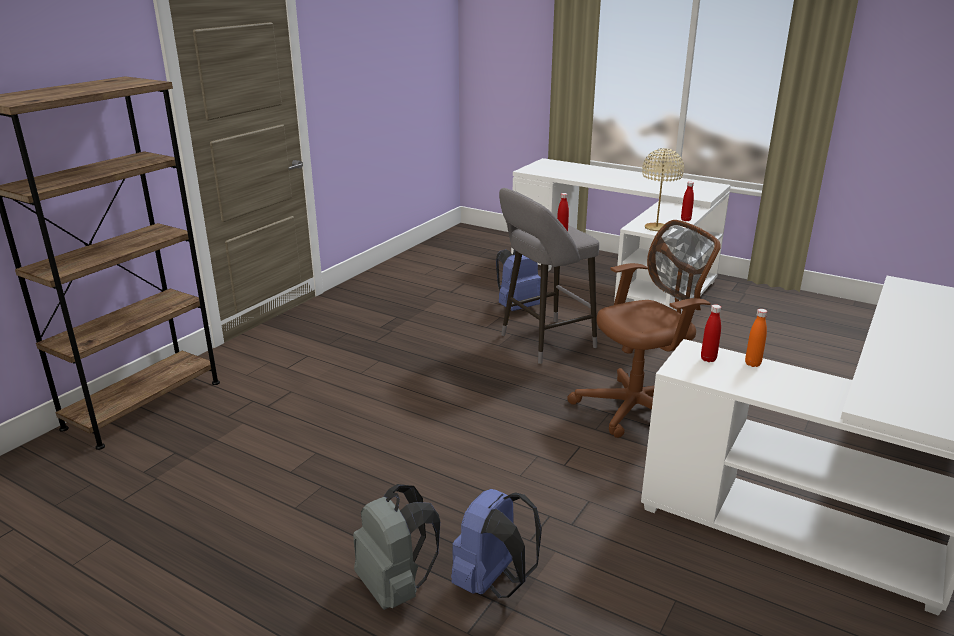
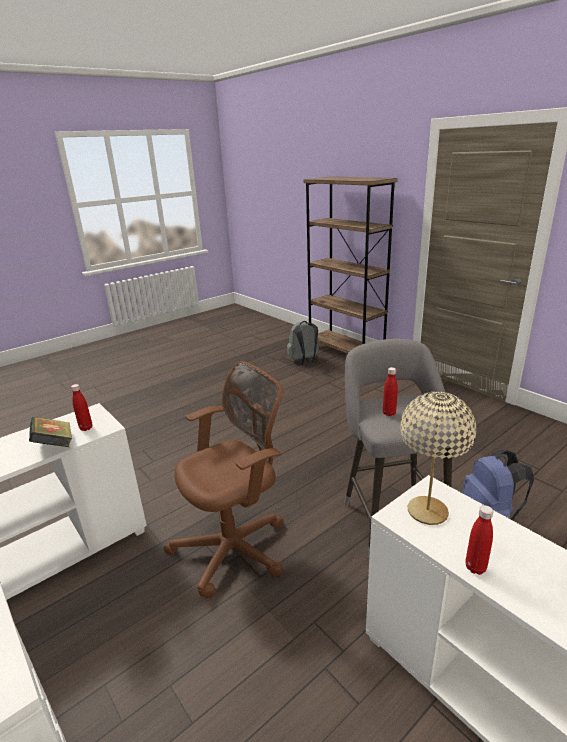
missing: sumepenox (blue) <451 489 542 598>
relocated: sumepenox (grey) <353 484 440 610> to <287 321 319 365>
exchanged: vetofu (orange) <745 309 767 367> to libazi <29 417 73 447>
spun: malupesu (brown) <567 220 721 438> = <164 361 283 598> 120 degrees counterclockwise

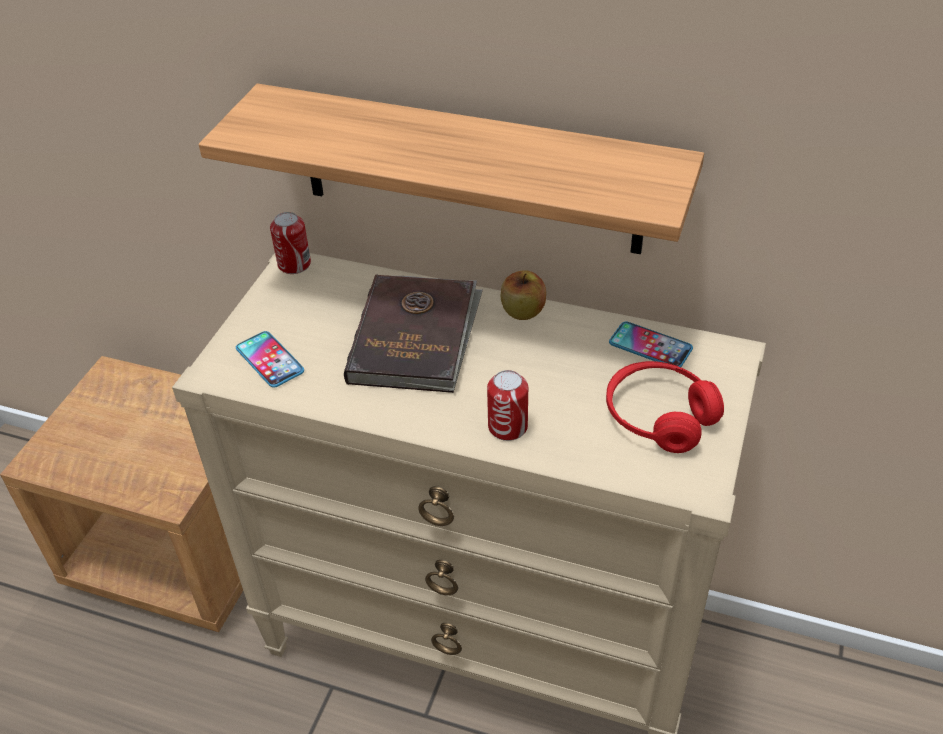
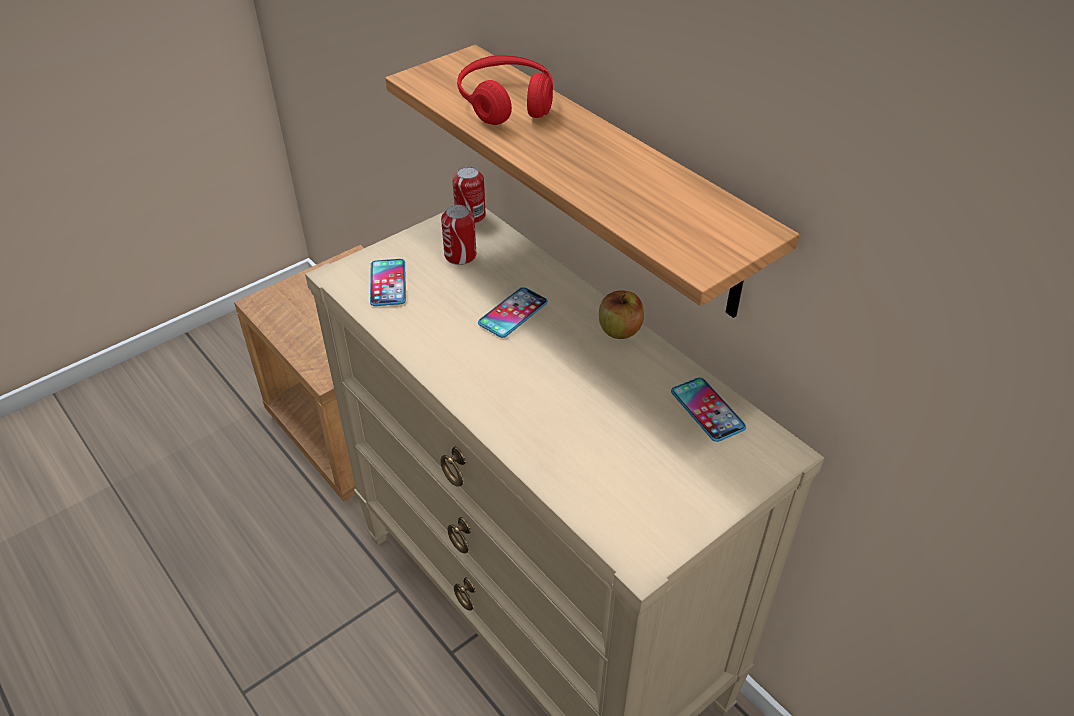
relocated: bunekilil <487 370 528 441> to <441 205 476 265>; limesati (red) <606 361 724 453> to <457 55 553 125>
exchanged: libazi (brown) <344 275 483 393> to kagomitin <478 287 548 338>

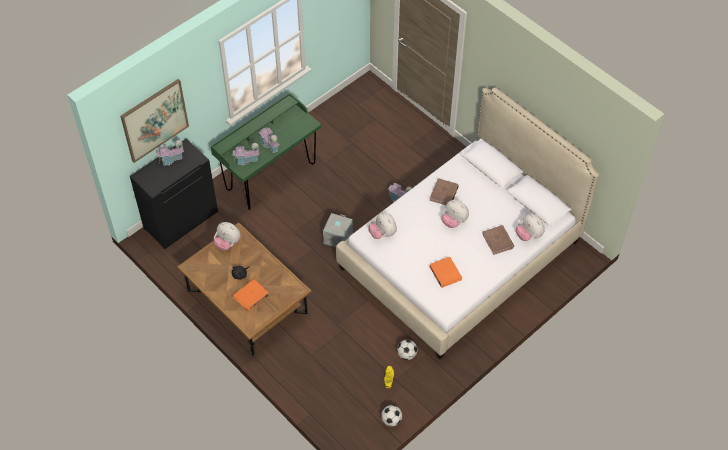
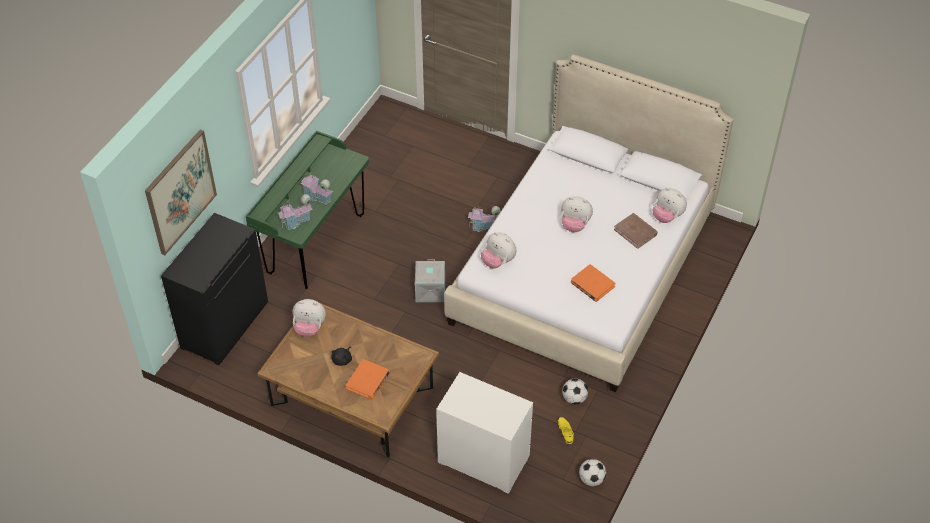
missing: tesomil <156 140 184 166>; libazi (brown) <430 178 459 205>
appeared: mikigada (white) <436 372 533 494>

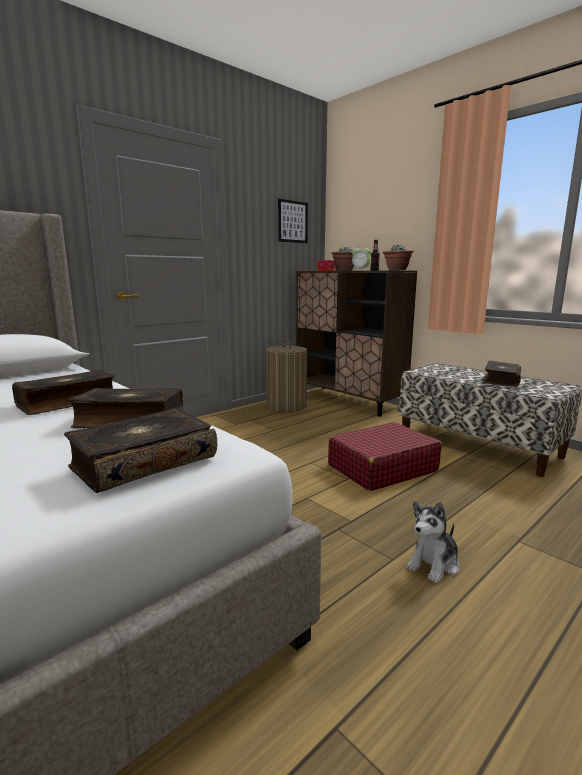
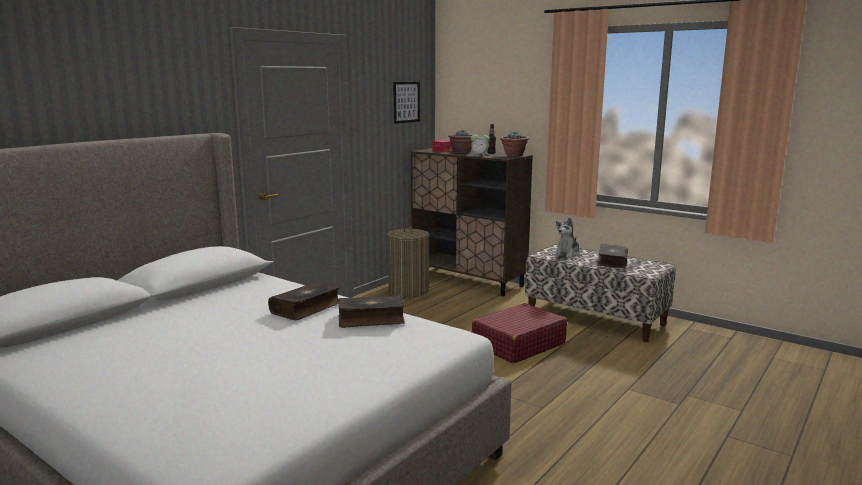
missing: libazi <64 407 217 493>
relocated: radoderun <406 501 459 583> to <554 218 580 258>

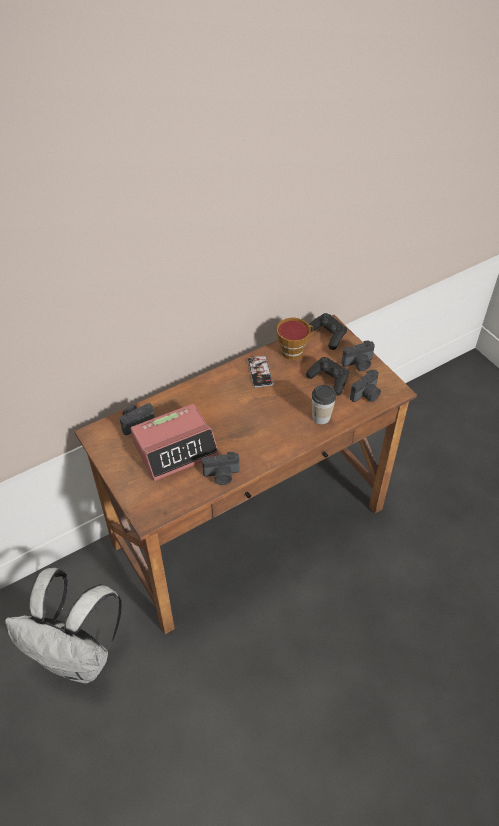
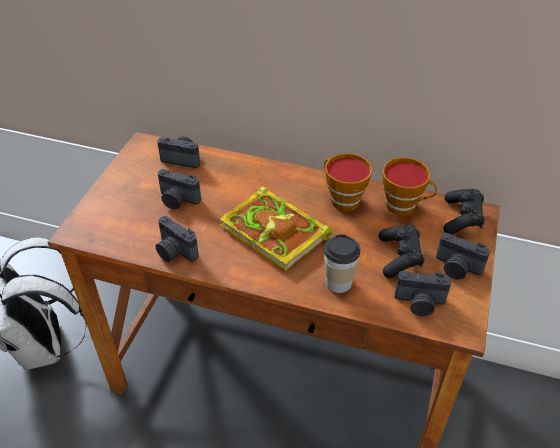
appeared: libazi <220 186 333 271>
exchanged: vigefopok <131 404 219 481> to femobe <158 169 201 210>; kagomitin <248 356 273 388> to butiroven <324 153 373 211>

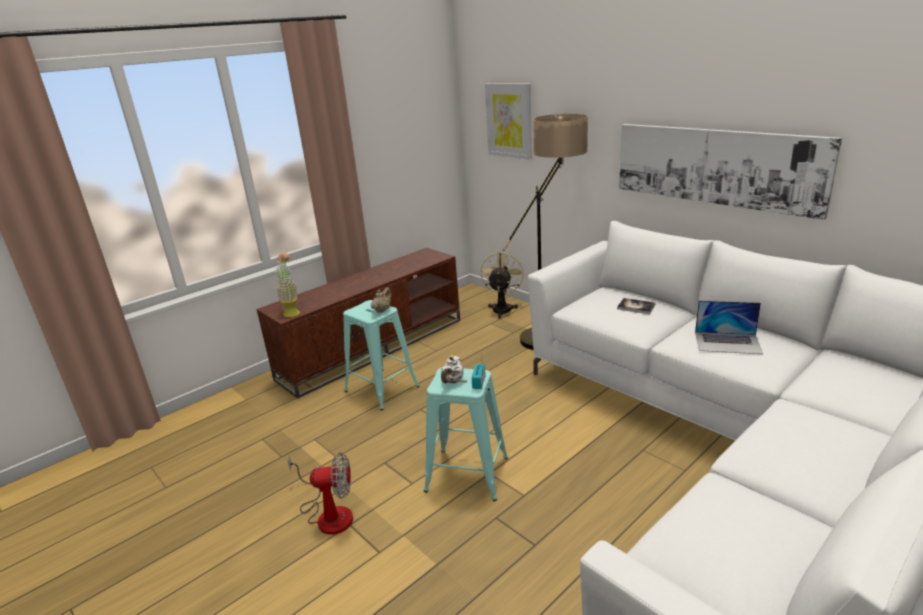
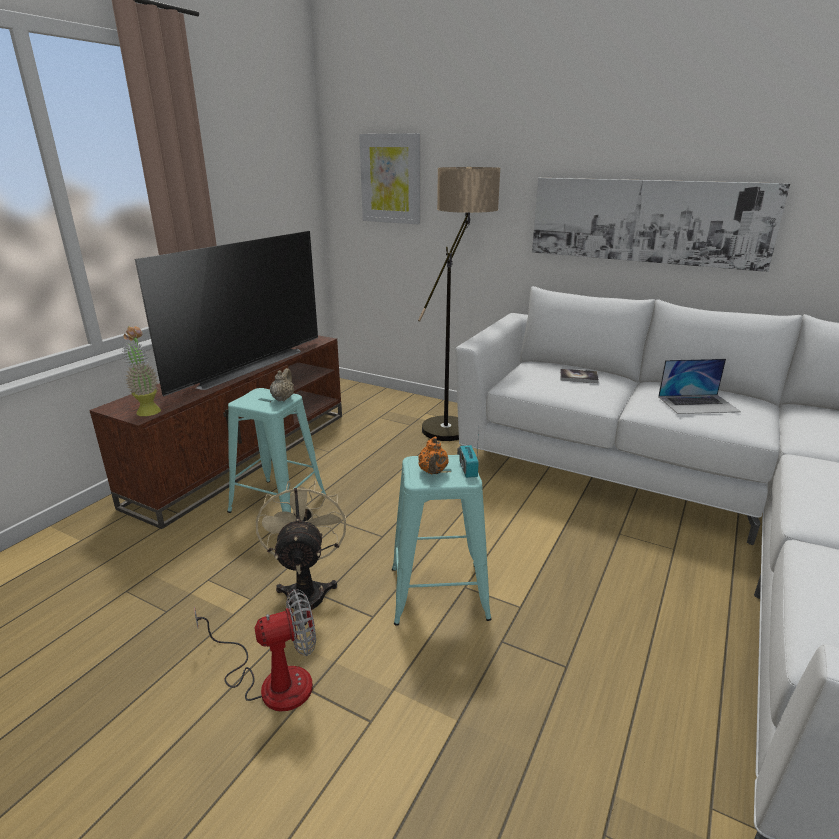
appeared: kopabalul <135 231 318 396>
relocated: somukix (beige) <481 251 524 318> to <256 481 346 625>
colour: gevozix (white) <441 355 464 384> to gevozix (orange) <418 437 449 474>

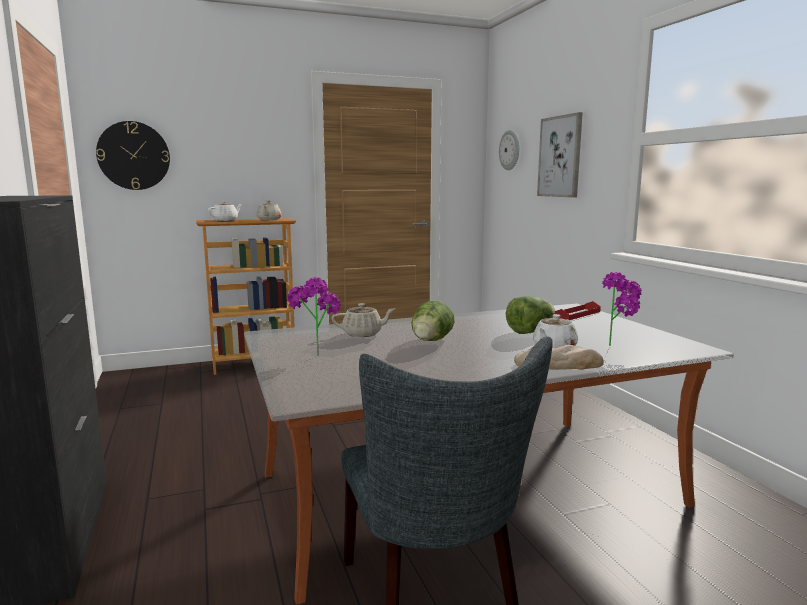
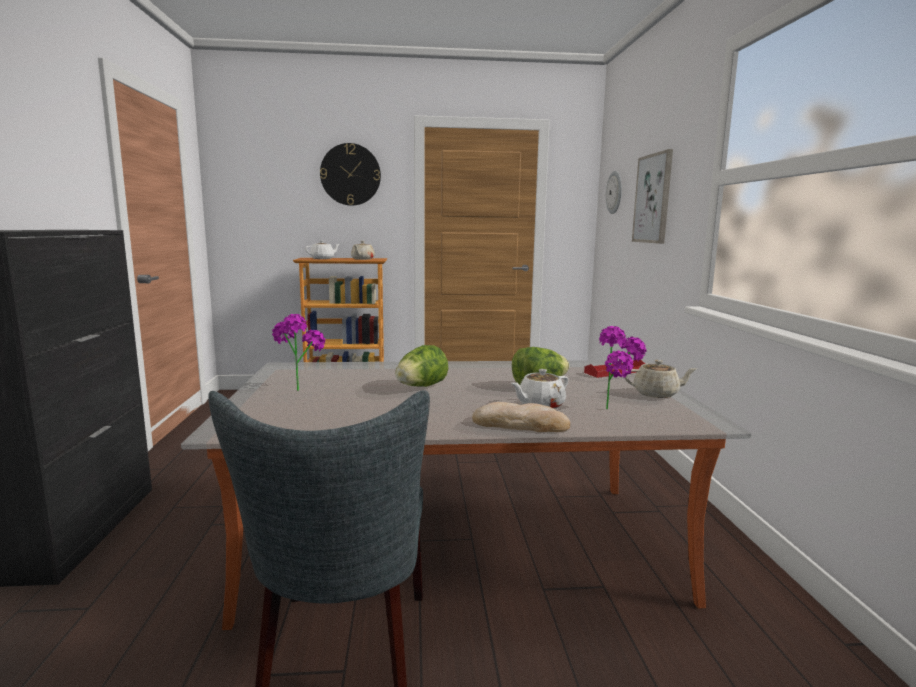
relocated: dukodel <96 121 170 190> to <320 143 381 206>; gevozix (beige) <332 303 394 337> to <624 360 697 398>

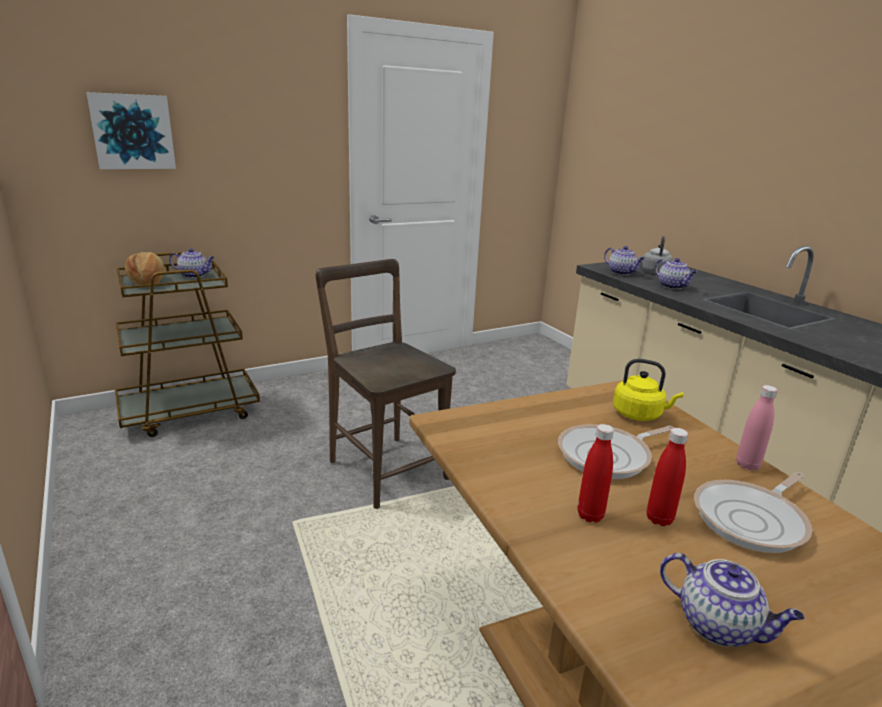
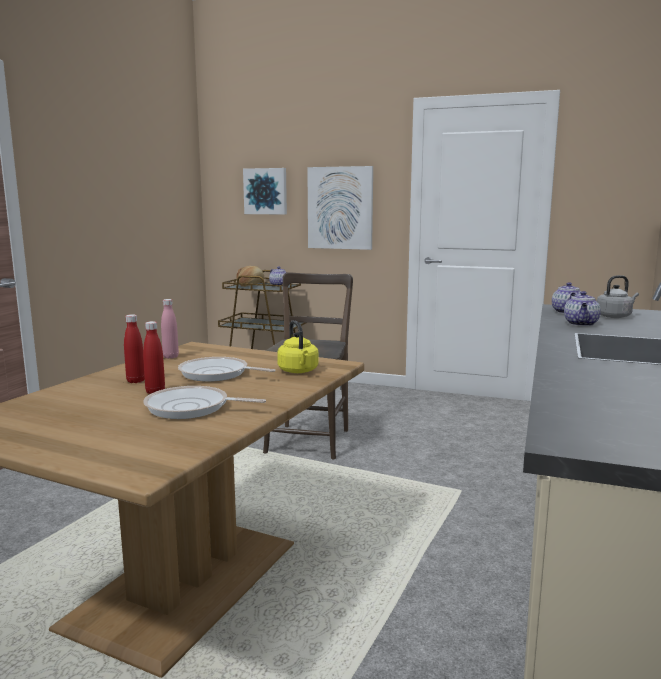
missing: gevozix <660 553 805 647>
appeared: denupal <307 166 373 250>
relocated: vetofu (pink) <736 385 778 471> to <161 299 179 359>

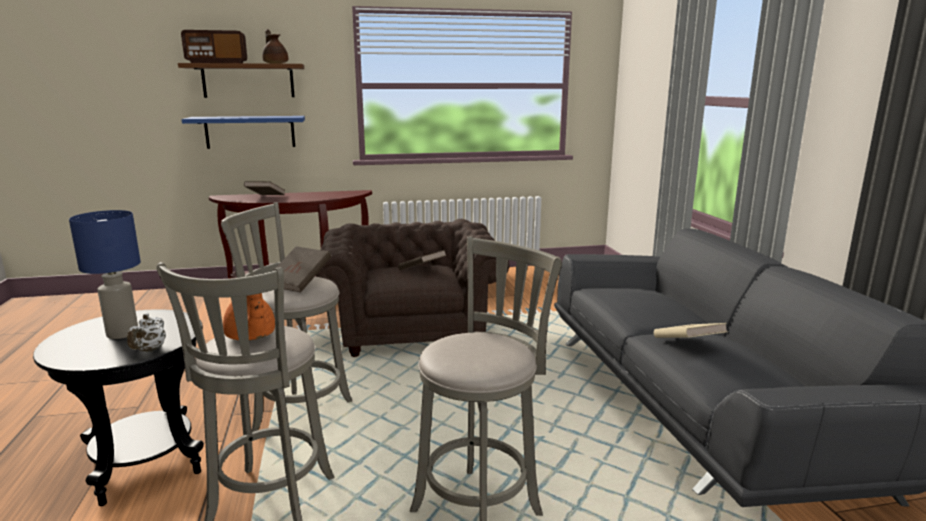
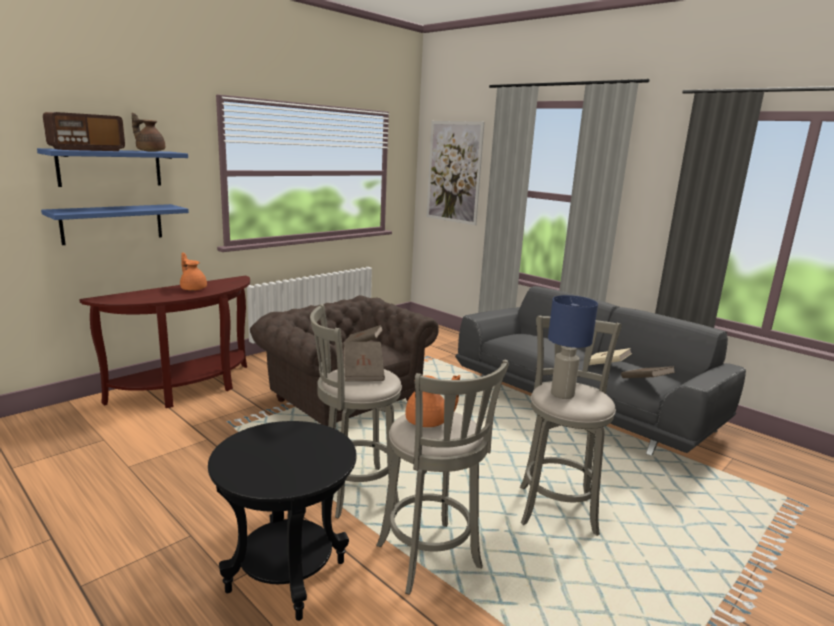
missing: gevozix (white) <127 313 166 352>
appeared: gevozix (orange) <180 253 207 291>; denupal <427 121 485 225>
relocated: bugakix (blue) <69 210 141 339> to <548 295 598 399>; libazi (brown) <244 181 285 195> to <621 366 676 378>
colour: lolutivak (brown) <178 63 304 98> to lolutivak (blue) <37 148 188 187>

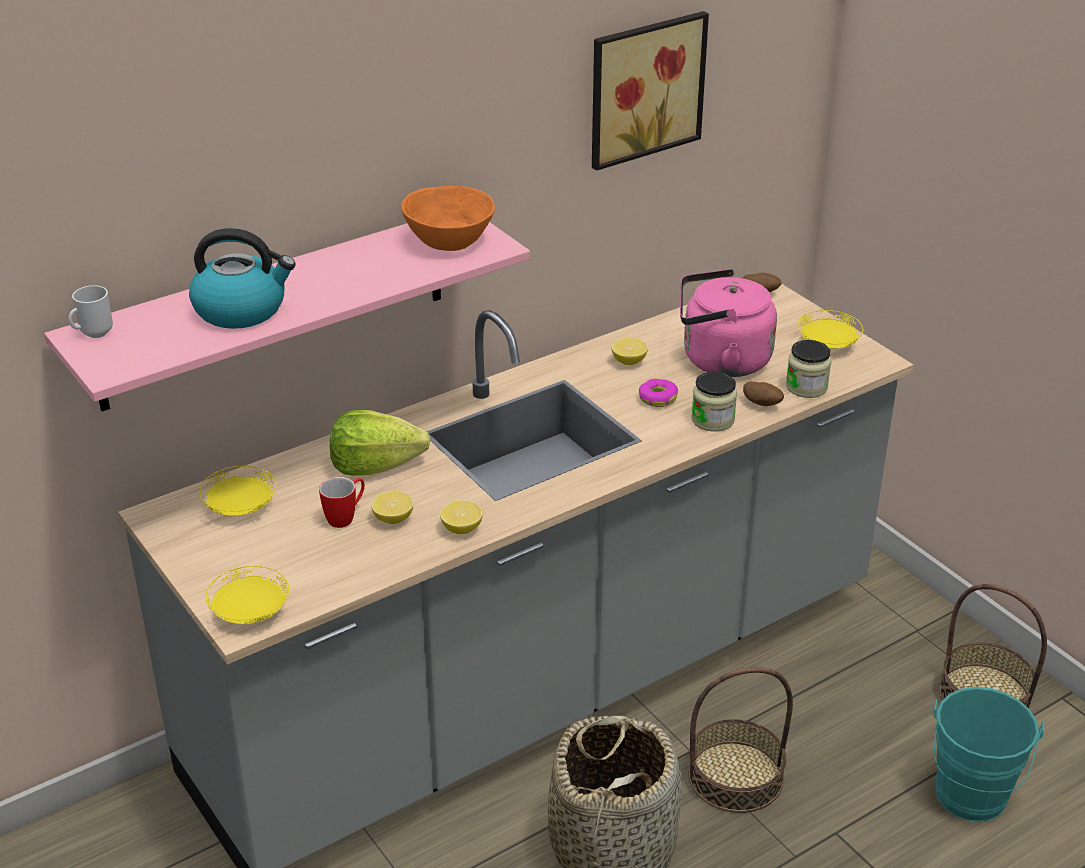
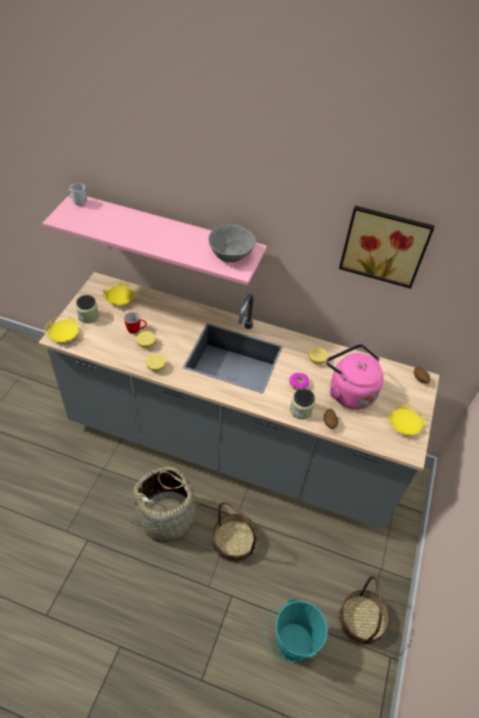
missing: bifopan <189 228 296 329>; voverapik <330 410 430 476>
relocated: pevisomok <786 340 831 398> to <76 295 99 324>
colour: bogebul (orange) <401 186 495 251> to bogebul (grey) <208 224 256 262>

